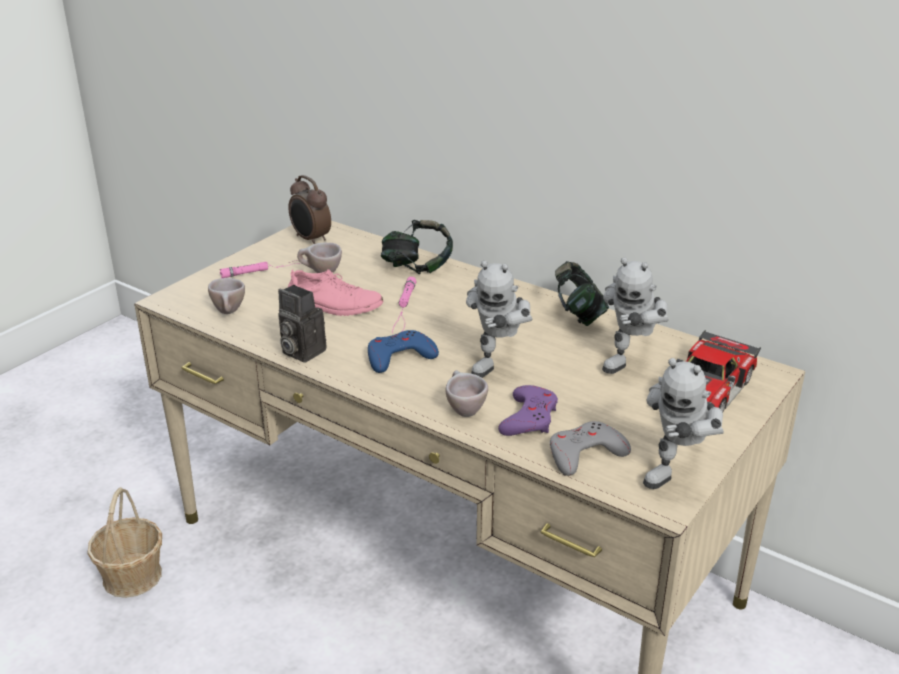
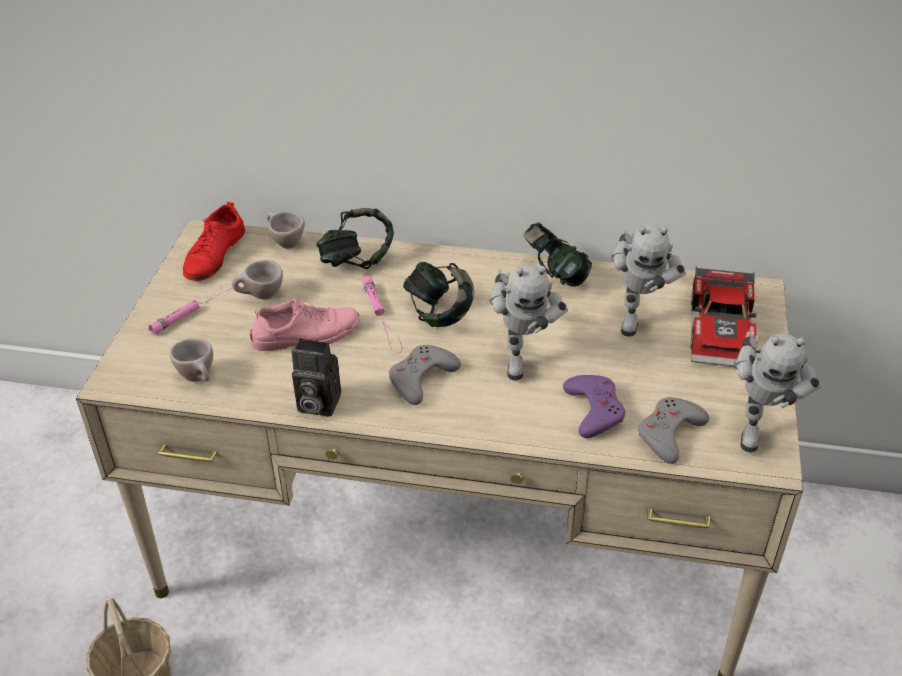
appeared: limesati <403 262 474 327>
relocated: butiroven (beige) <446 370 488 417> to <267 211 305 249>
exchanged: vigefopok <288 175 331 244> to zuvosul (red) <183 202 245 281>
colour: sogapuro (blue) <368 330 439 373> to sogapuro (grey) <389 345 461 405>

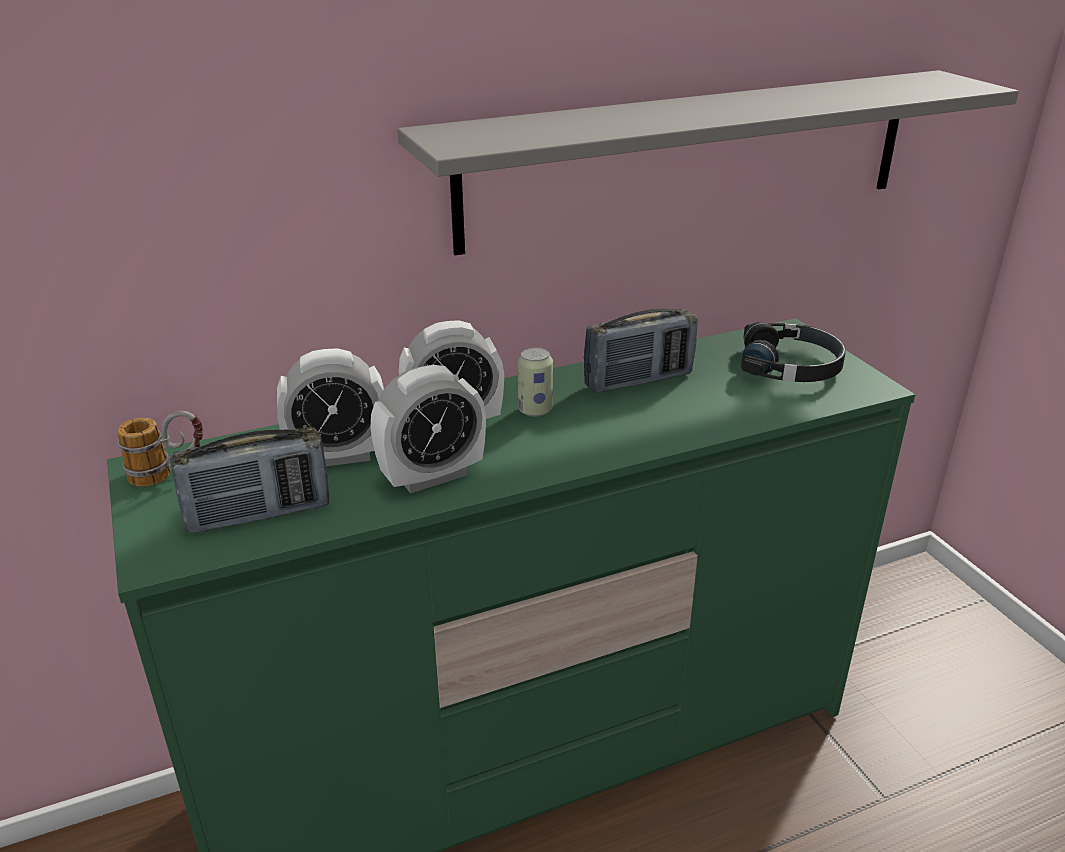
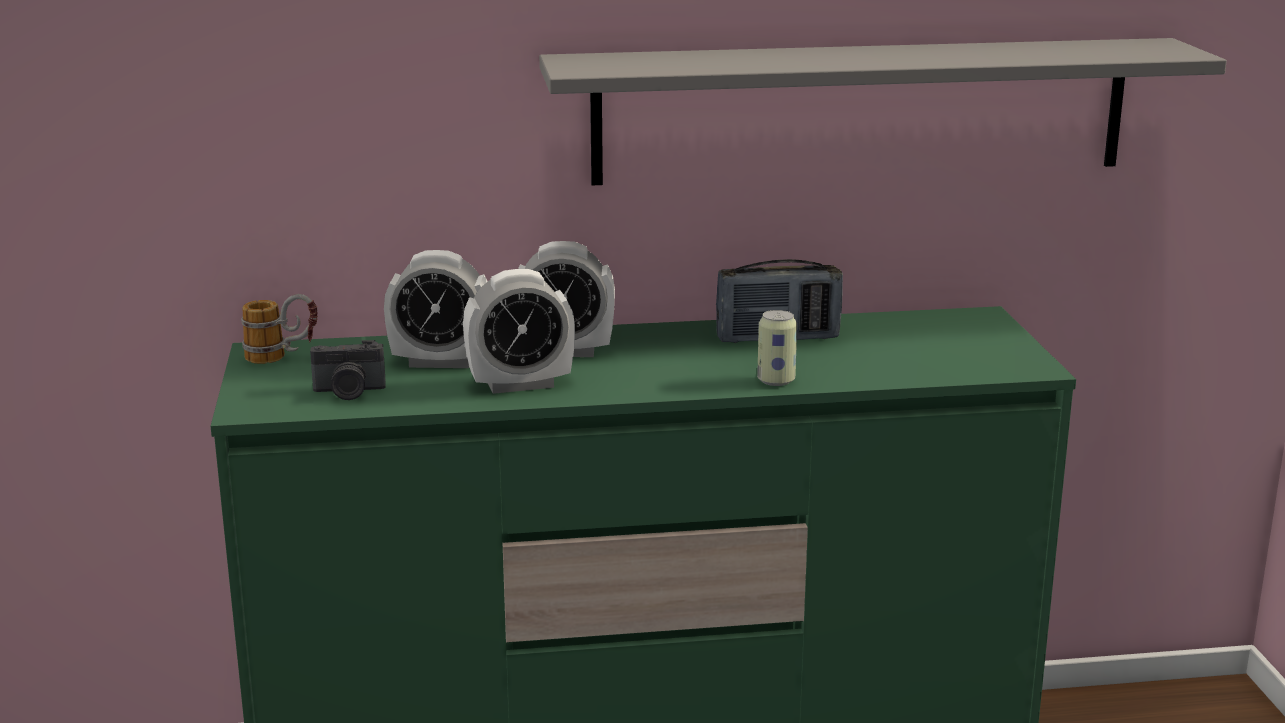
missing: limesati (black) <741 322 846 382>
relocated: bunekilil <518 347 553 417> to <757 310 797 386>
exchanged: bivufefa <170 427 329 534> to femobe <310 340 386 400>

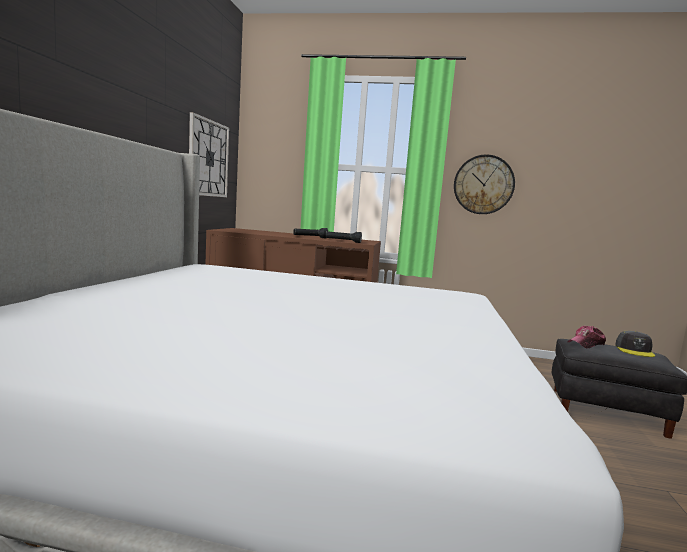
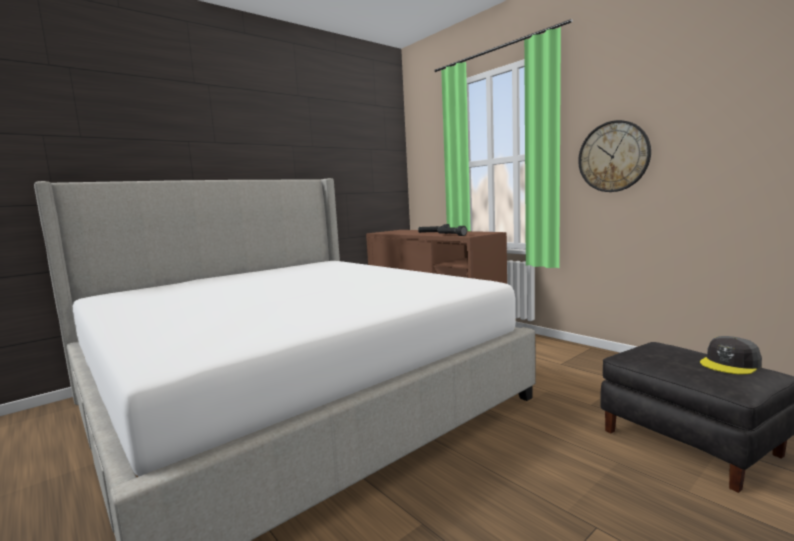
missing: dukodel <189 112 229 197>; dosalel <568 326 606 348>

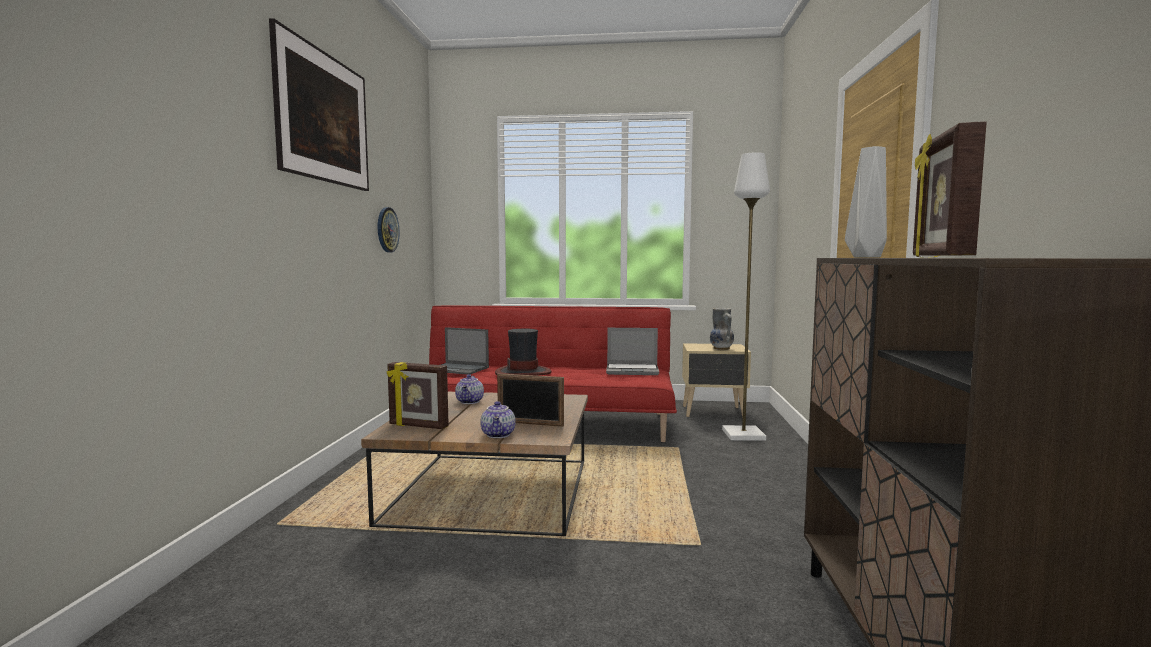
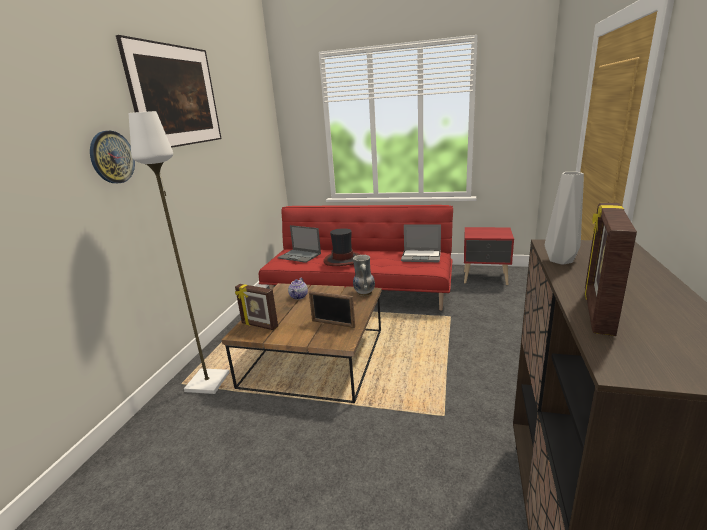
missing: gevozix <480 401 516 438>
relocated: dukodel <378 207 400 252> to <90 131 135 183>; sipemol <710 308 734 350> to <353 255 375 296>; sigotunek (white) <722 152 770 441> to <128 111 230 394>
colour: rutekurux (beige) <682 343 751 418> to rutekurux (red) <464 227 514 285>

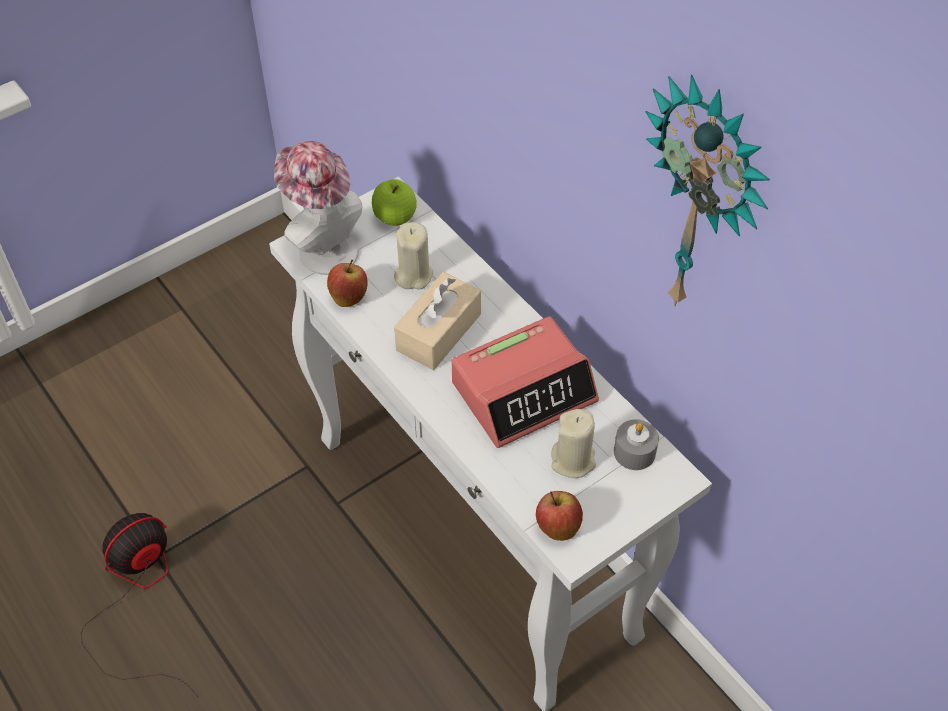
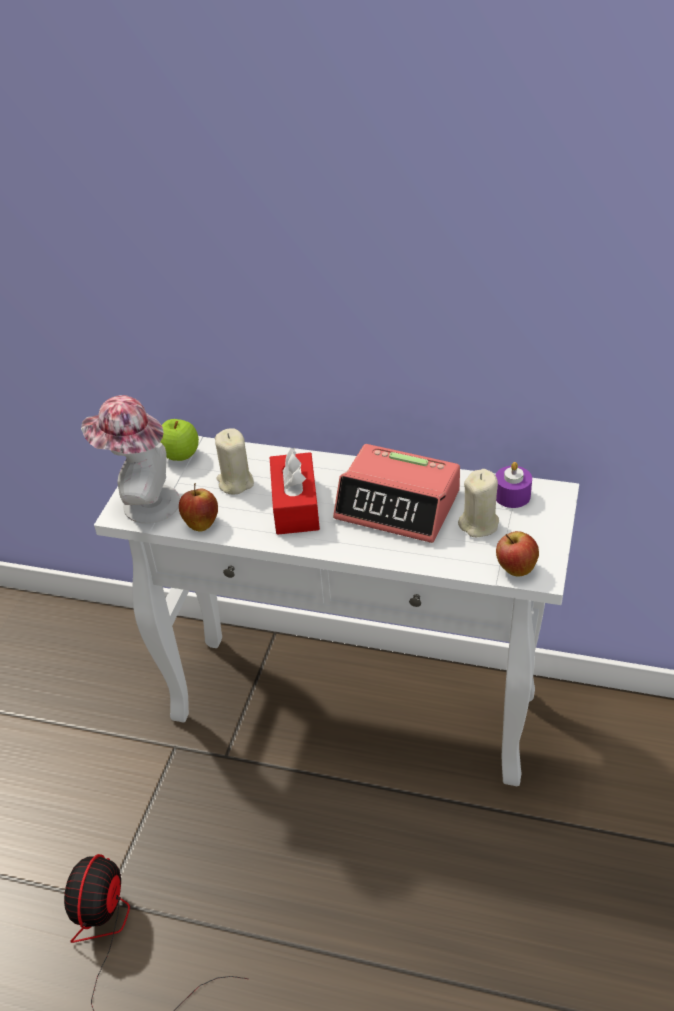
missing: dukodel <645 75 770 306>
colour: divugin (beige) <394 272 481 370> to divugin (red) <270 448 320 535>; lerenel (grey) <614 419 659 470> to lerenel (purple) <495 462 532 508>
spun: vigefopok <452 316 599 448> = <333 444 460 543> 90 degrees clockwise

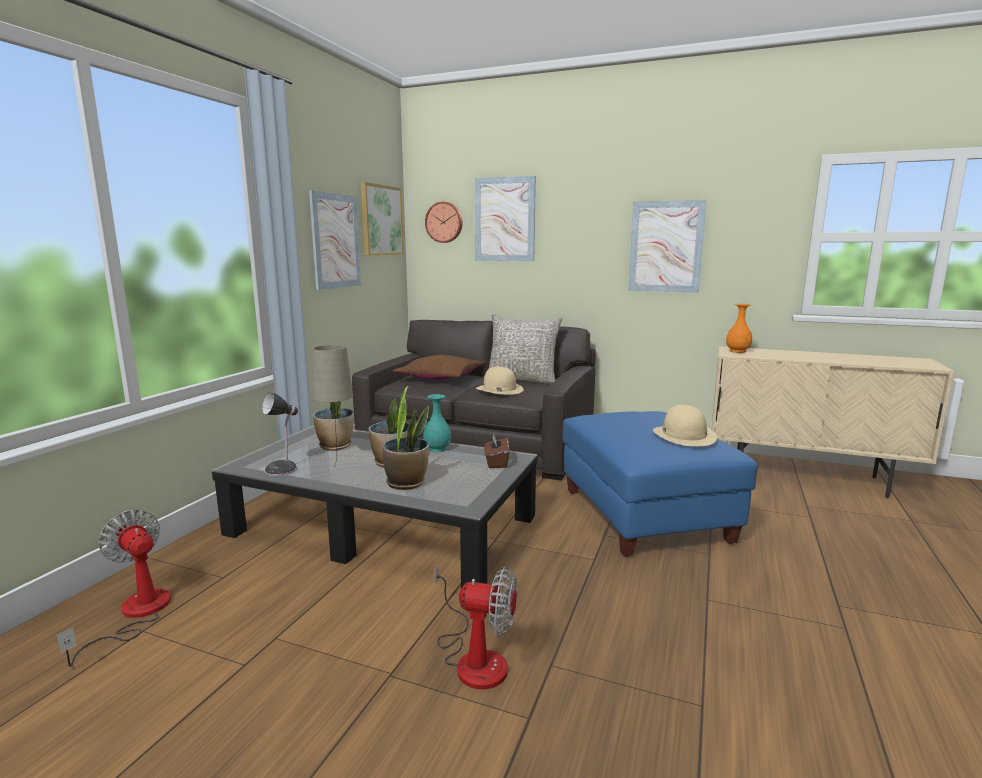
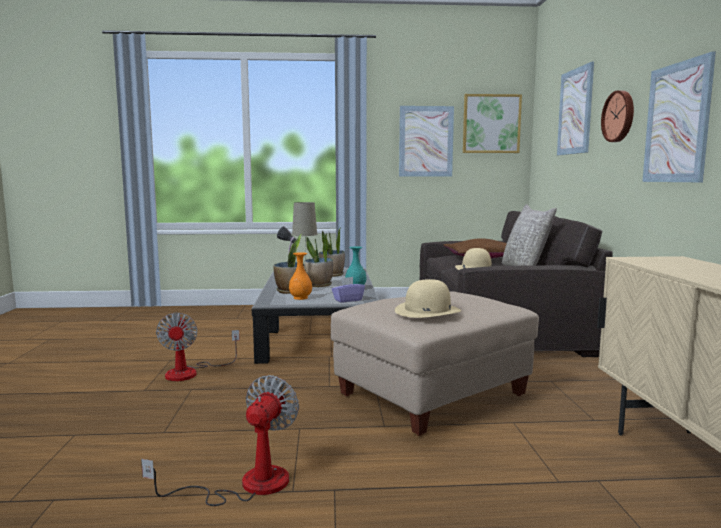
relocated: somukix <56 510 171 667> to <141 375 299 506>; dukodel <425 202 463 243> to <601 90 634 142>; sipemol (orange) <726 304 752 353> to <289 252 312 300>
colour: divugin (brown) <484 433 509 468> to divugin (purple) <332 277 365 302>; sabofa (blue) <562 411 758 557> to sabofa (beige) <331 291 539 436>

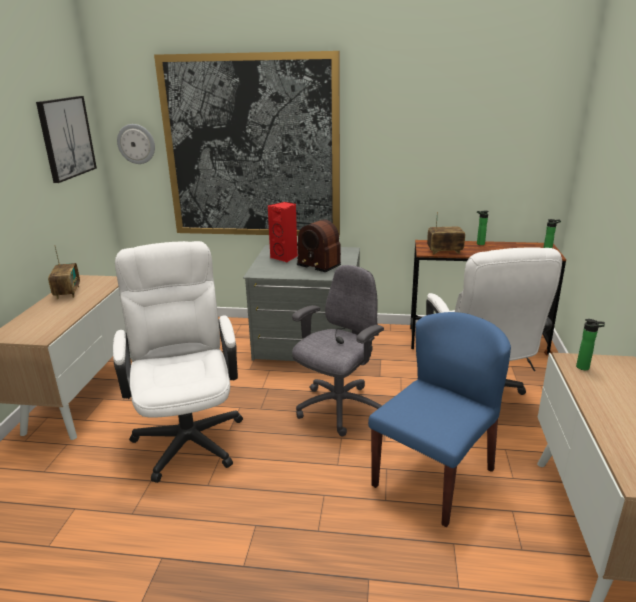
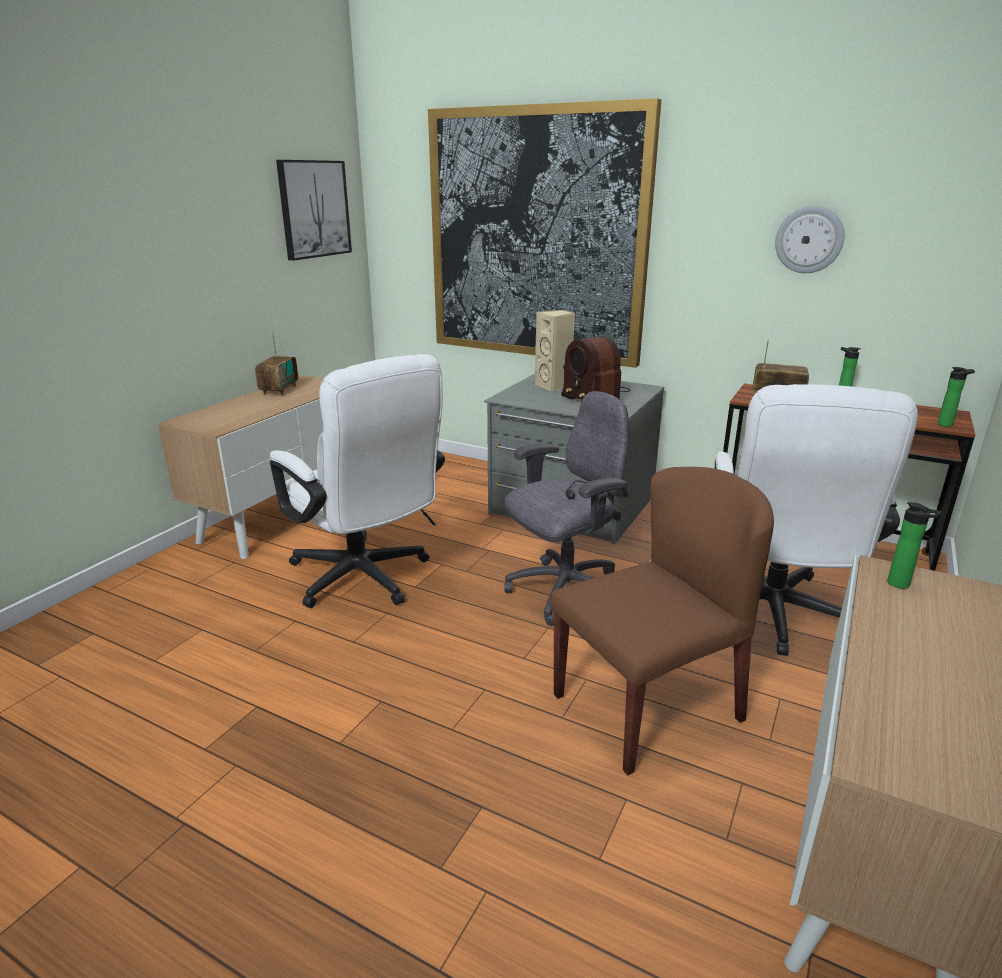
relocated: dukodel <117 124 155 164> to <775 206 845 273>
colour: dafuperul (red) <268 202 298 262> to dafuperul (beige) <535 310 575 392>; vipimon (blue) <368 312 511 527> to vipimon (brown) <550 467 774 775>
spun: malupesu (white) <113 241 243 483> = <270 354 445 608> 135 degrees clockwise

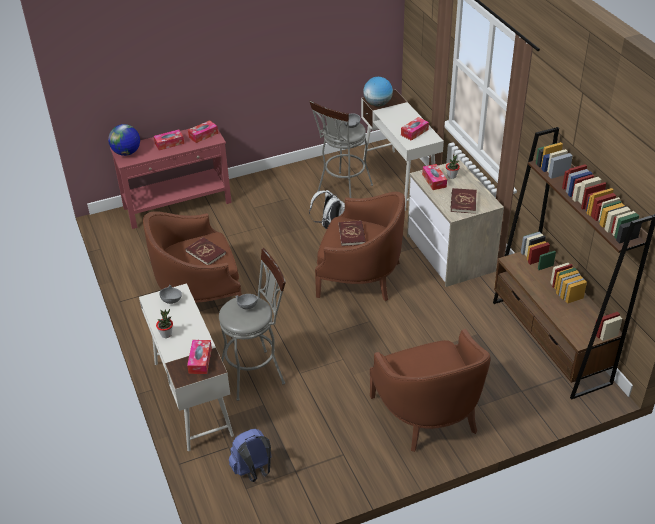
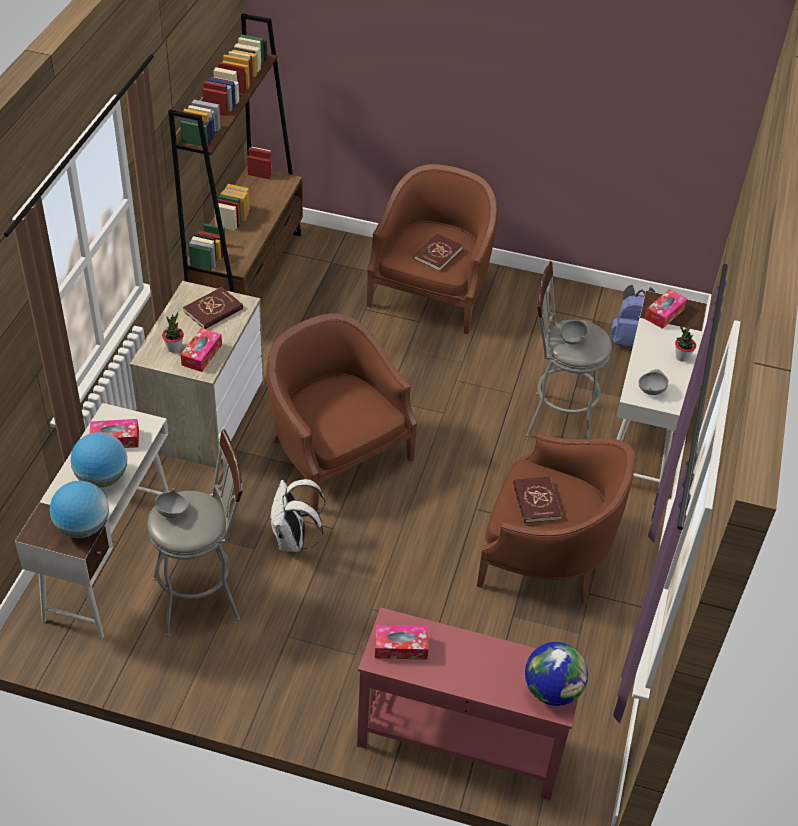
missing: divugin <154 130 184 151>
appeared: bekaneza <70 432 127 488>
relocated: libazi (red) <338 221 366 246> to <413 234 463 271>

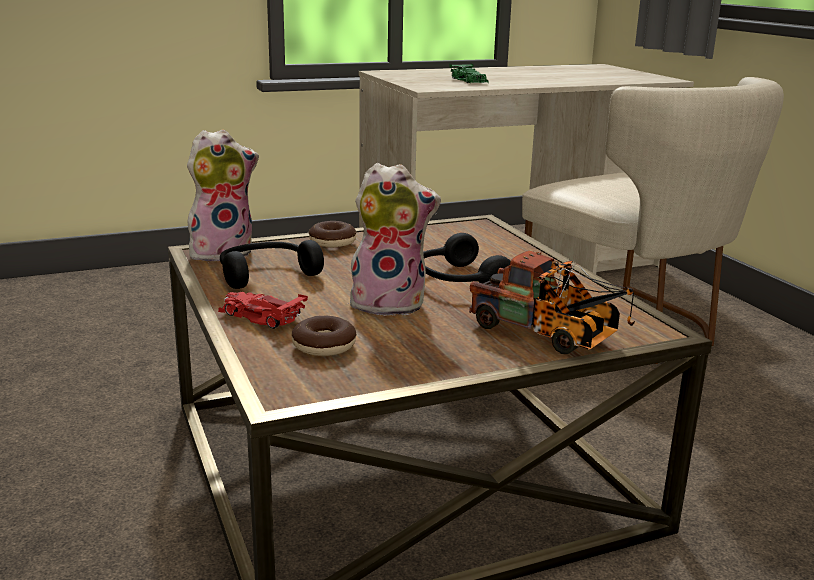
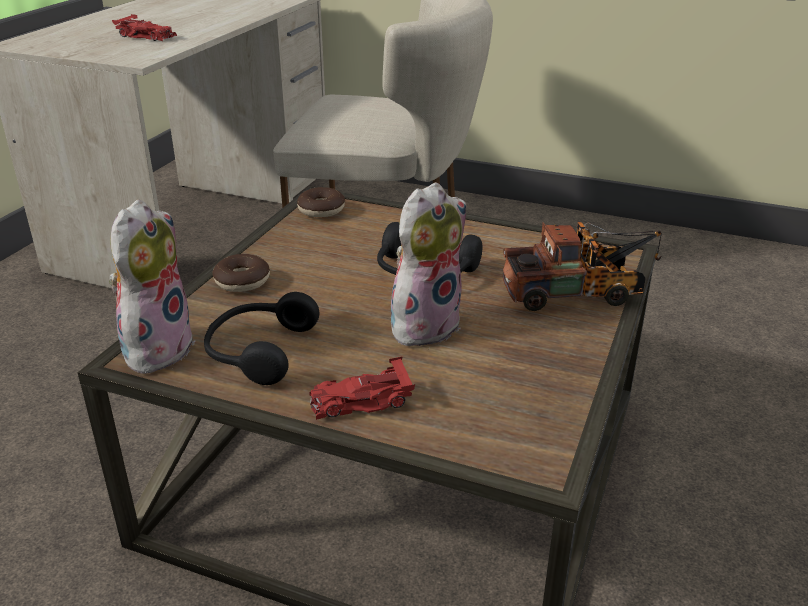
relocated: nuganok <292 316 356 356> to <297 187 345 217>
colour: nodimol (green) <449 64 488 84> to nodimol (red) <112 14 177 41>

